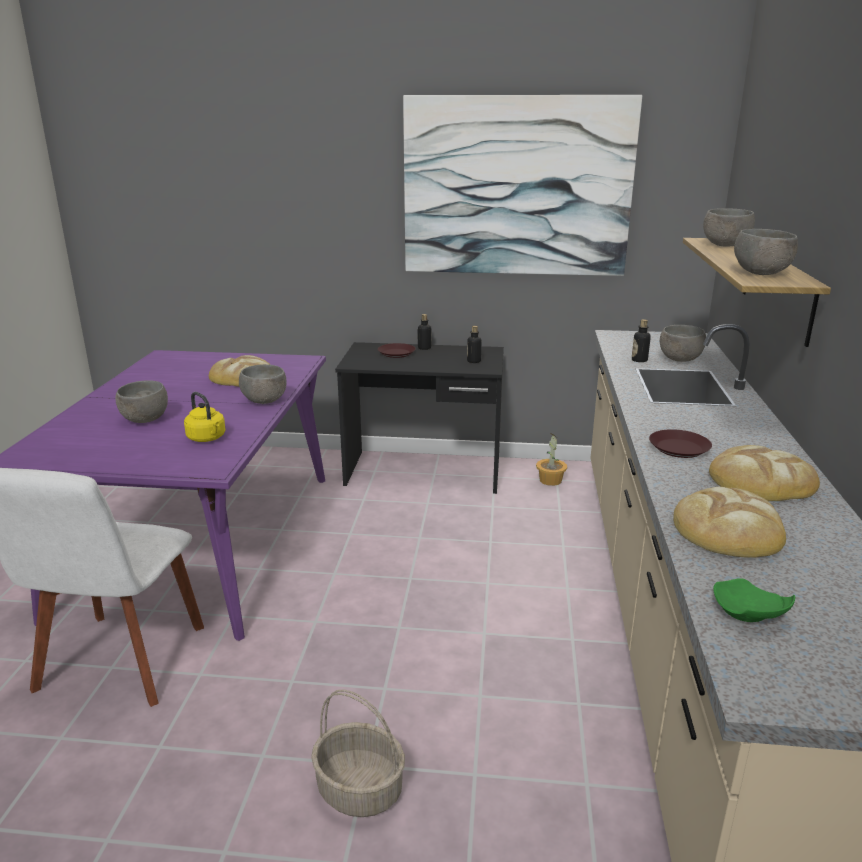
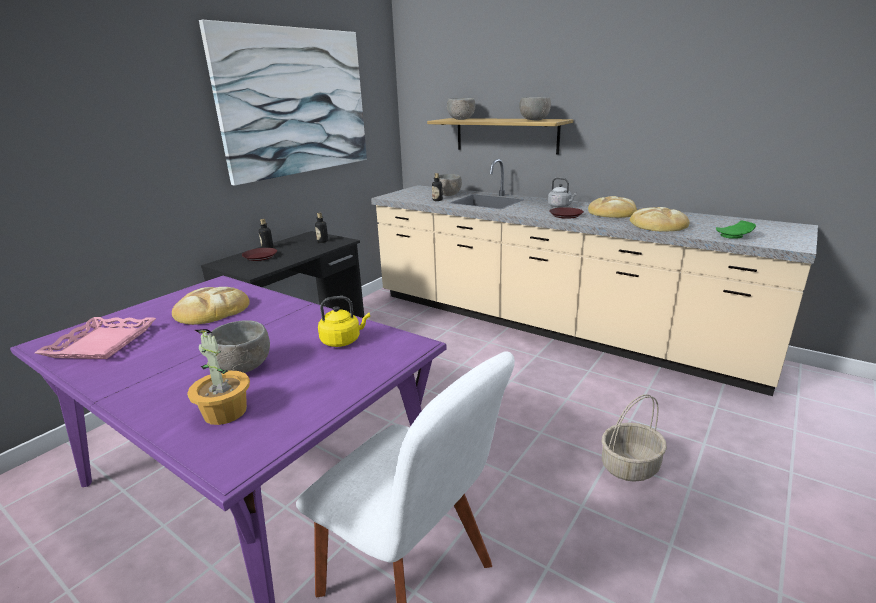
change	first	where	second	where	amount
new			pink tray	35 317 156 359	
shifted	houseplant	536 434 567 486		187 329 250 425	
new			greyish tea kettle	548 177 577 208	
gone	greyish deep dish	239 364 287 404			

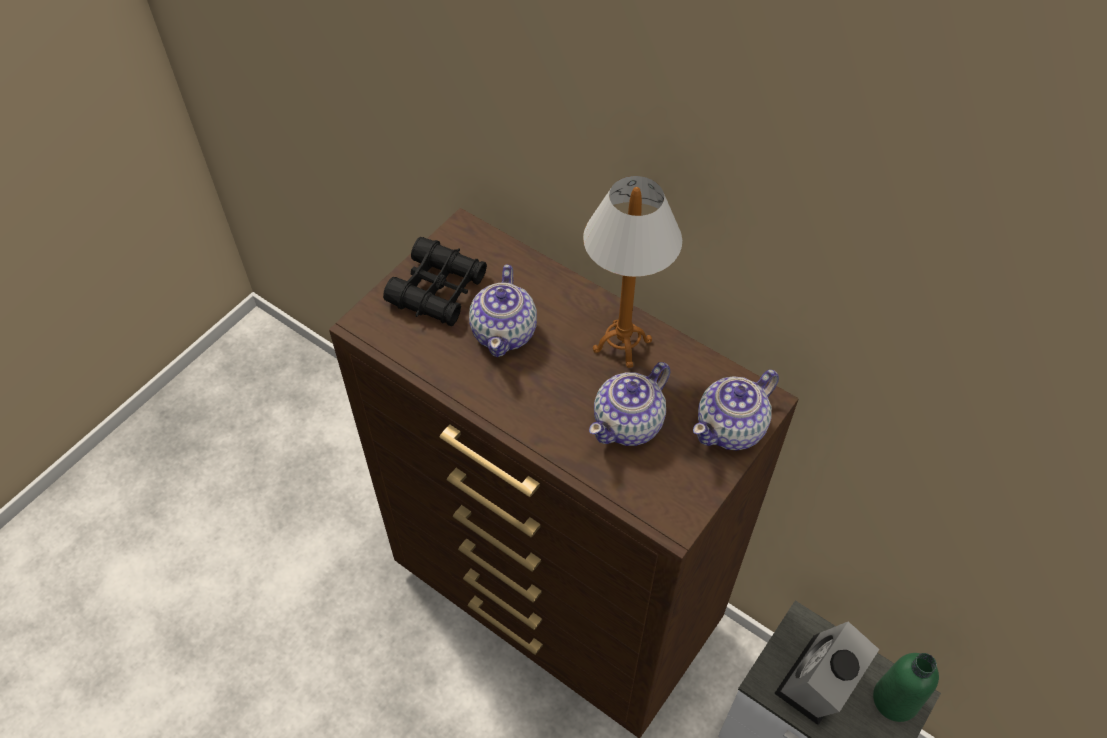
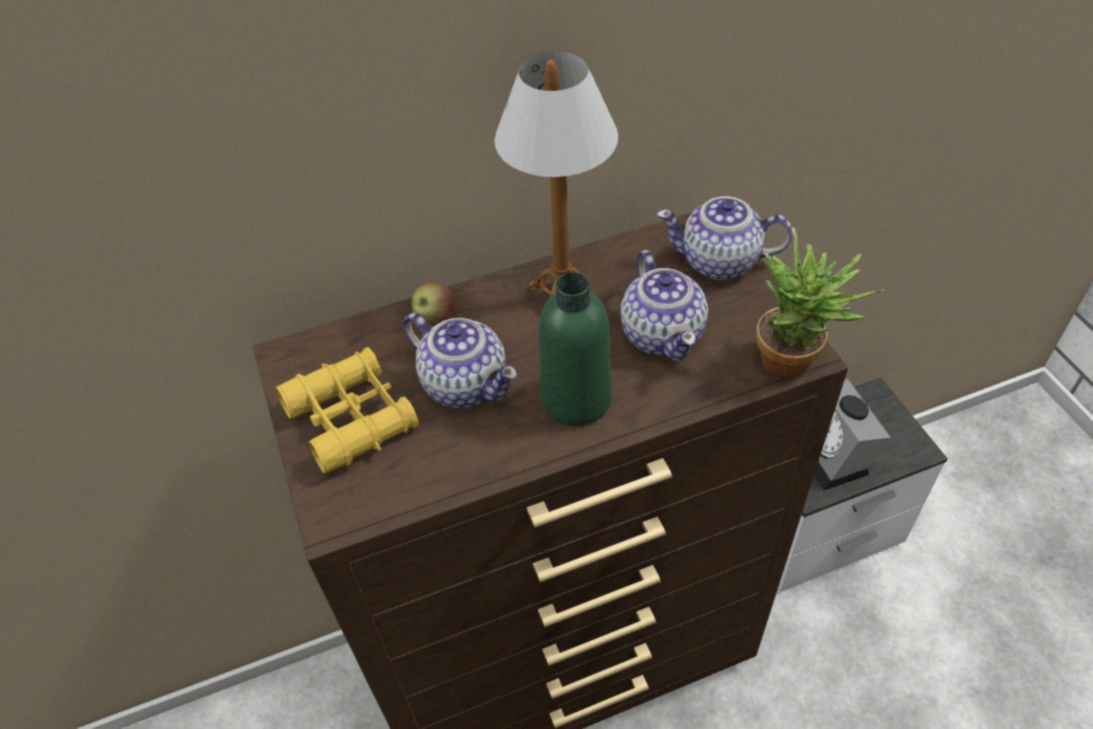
change	first	where	second	where	amount
repainted	black pair of binoculars	383 237 487 326	yellow pair of binoculars	275 347 419 473	
new			apple	412 282 454 324	
shifted	green-coloured bottle	873 653 939 722		539 272 612 426	
rotated	teapot	693 369 779 450		657 196 793 280	105 degrees clockwise
new			houseplant	756 227 884 378	

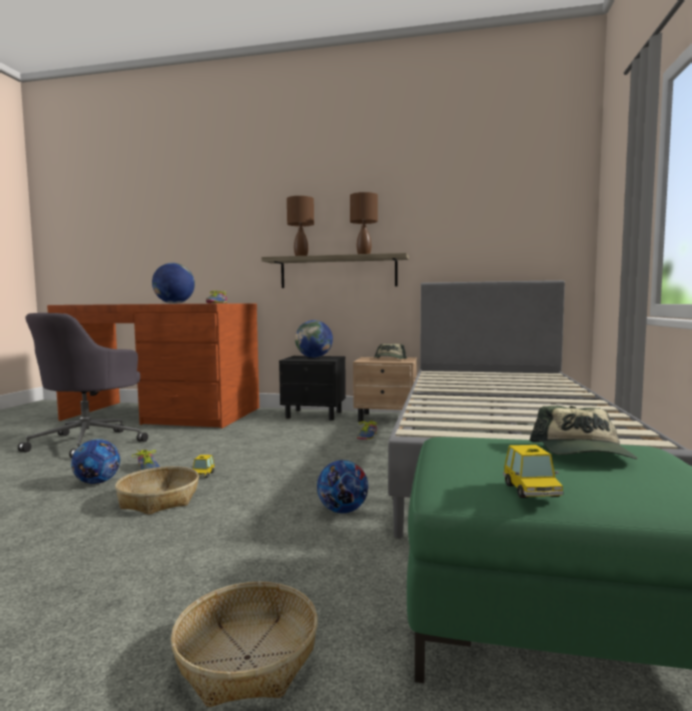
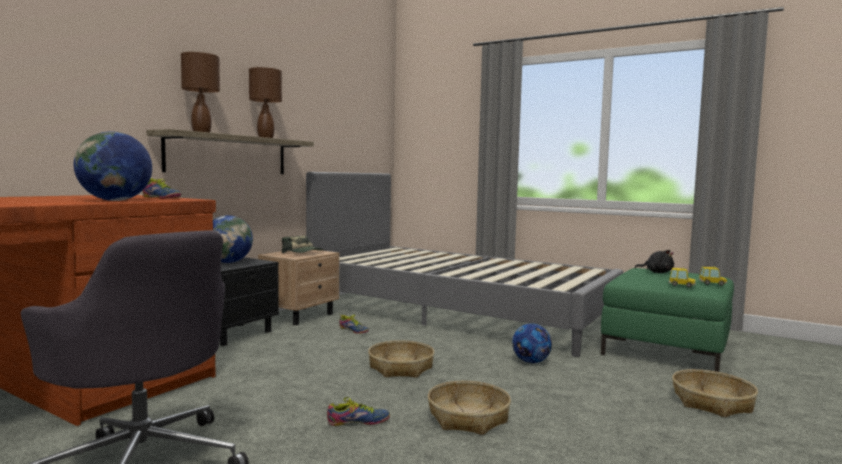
change	first	where	second	where	amount
new			household basket	368 340 434 378	
swapped	baseball cap	530 406 638 459	black plush toy	635 250 674 273	
shifted	toy car	191 455 215 478		669 268 696 288	
gone	football	71 439 120 484			

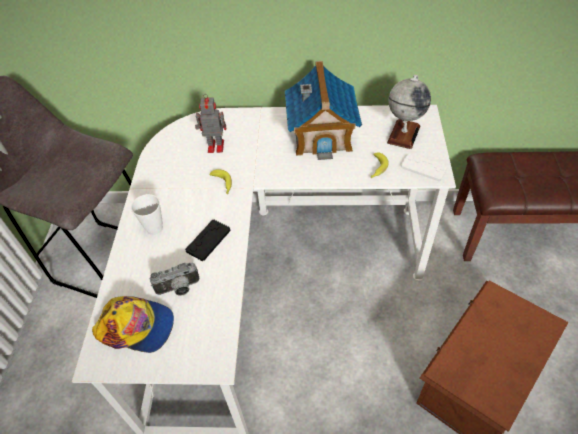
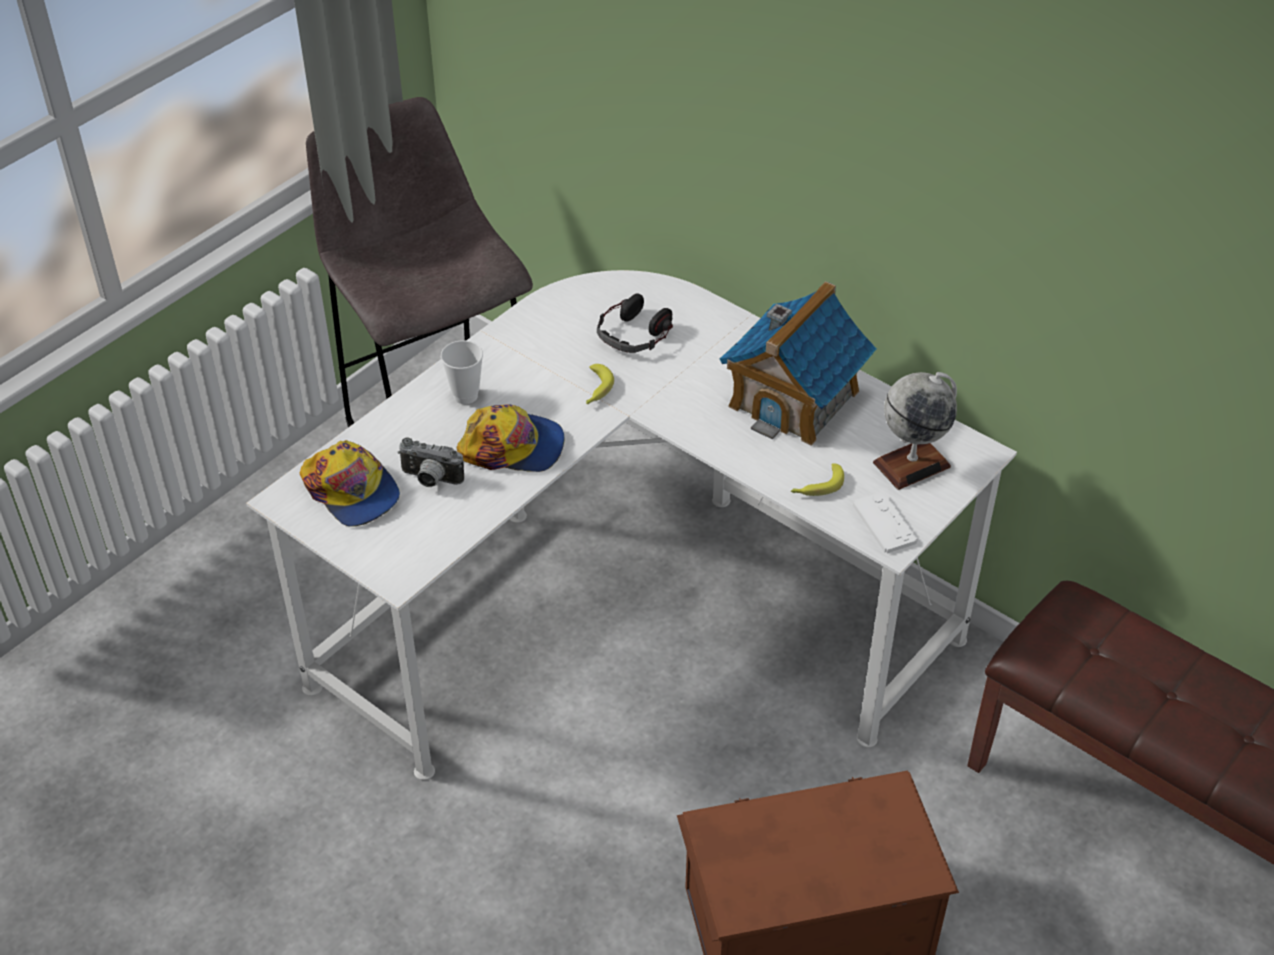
change	first	where	second	where	amount
swapped	black gamepad	185 220 230 261	baseball cap	457 404 564 472	
swapped	model robot	195 94 227 153	headphones	597 293 673 353	

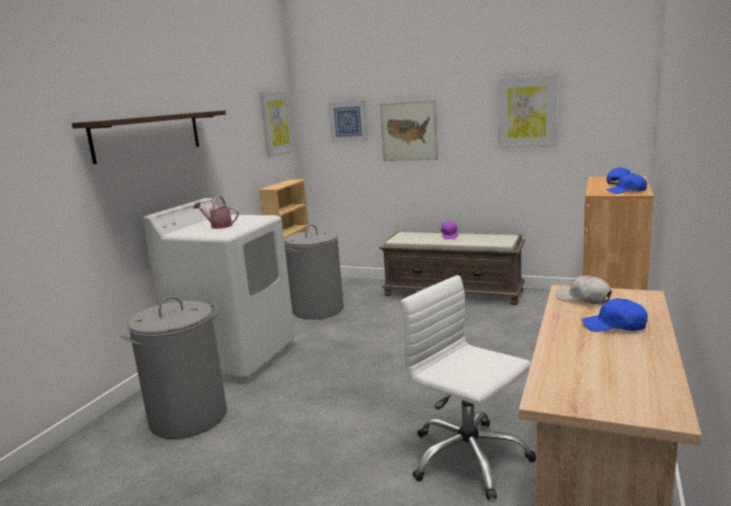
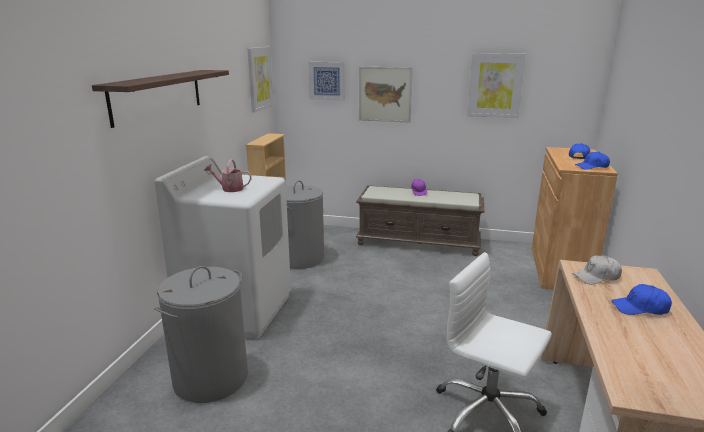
change	first	where	second	where	amount
rotated	white-coloured baseball cap	556 275 612 304		572 255 622 284	45 degrees counterclockwise

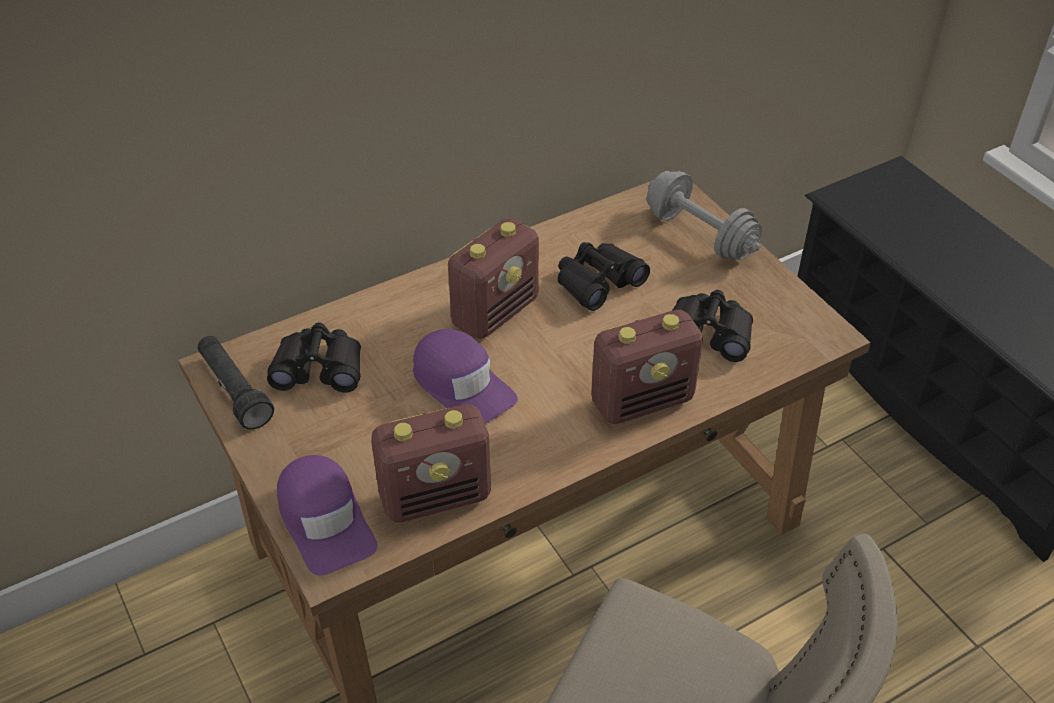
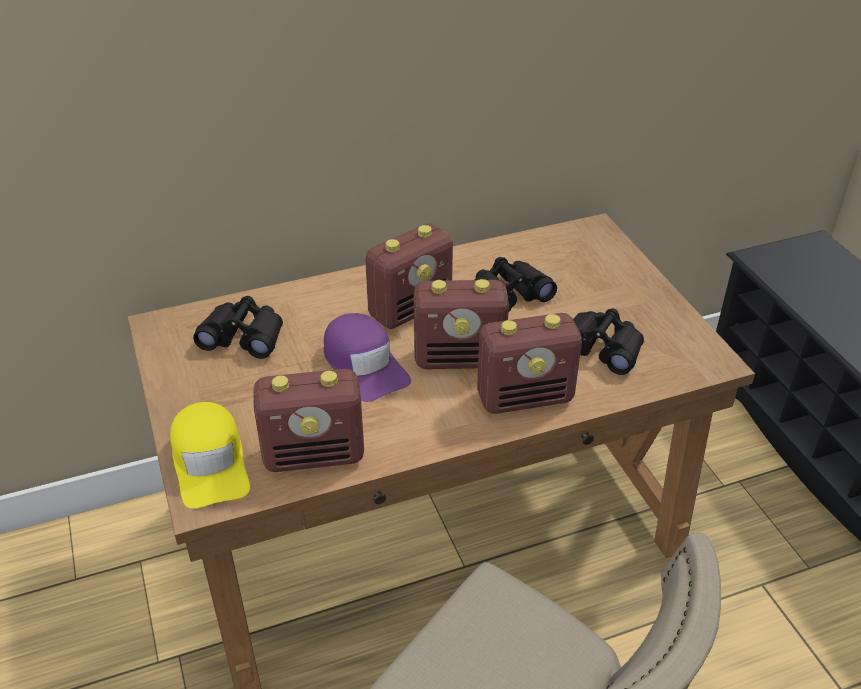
change	first	where	second	where	amount
repainted	purple baseball cap	277 455 377 576	yellow baseball cap	170 402 250 508	
new			radio	414 279 509 369	
gone	black torch	197 336 274 430			
gone	greyish free weight	647 171 762 260			

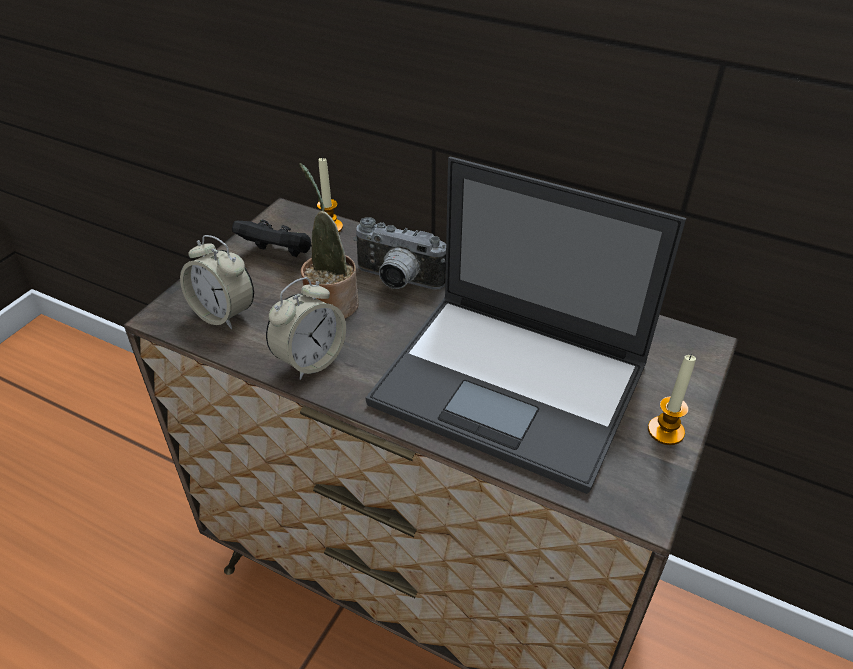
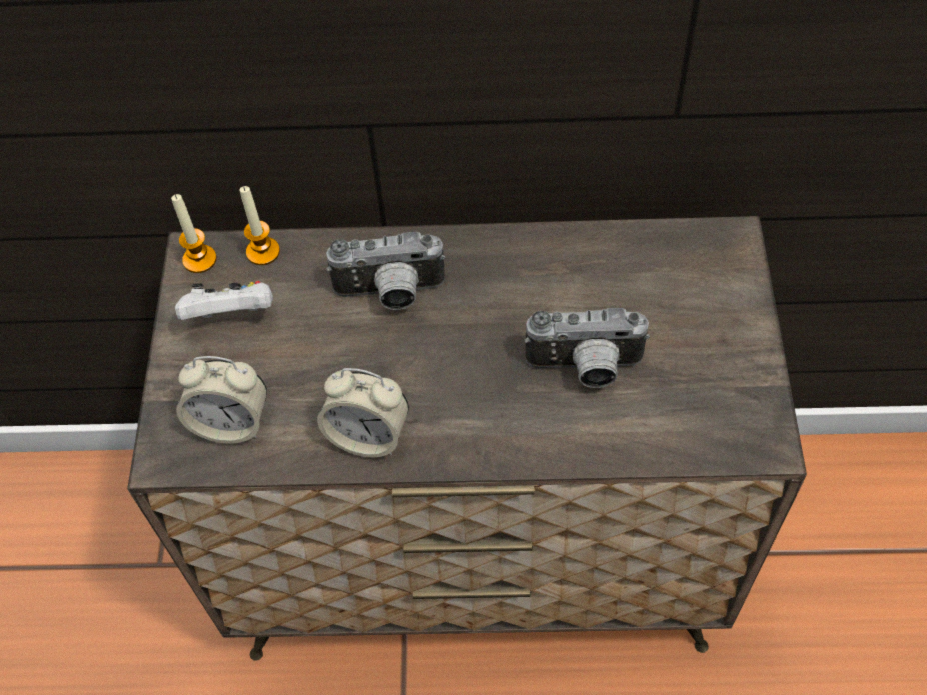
change	first	where	second	where	amount
shifted	wax light	648 354 696 445		171 194 217 273	
repainted	black gamepad	232 219 312 257	white-coloured gamepad	175 281 273 320	
rotated	table clock	266 277 346 380		317 368 409 457	90 degrees clockwise
swapped	notebook computer	366 157 686 494	photo camera	524 308 650 388	
gone	houseplant	299 163 359 318			

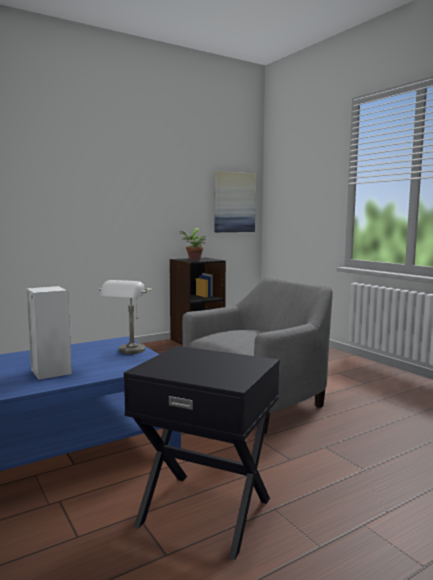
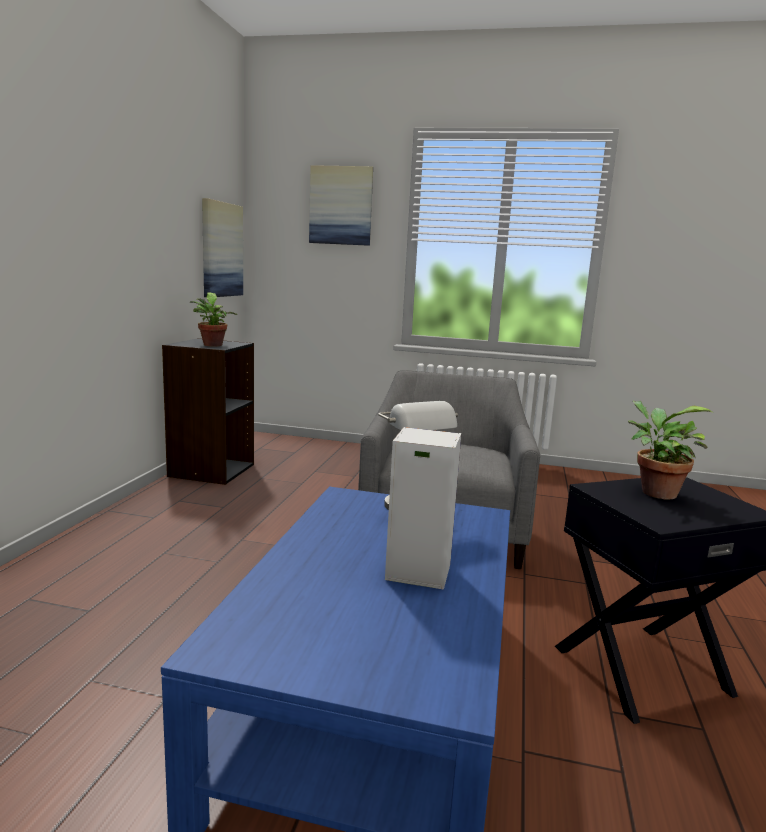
change	first	where	second	where	amount
new			wall picture	309 165 373 246	
new			houseplant	628 401 713 499	

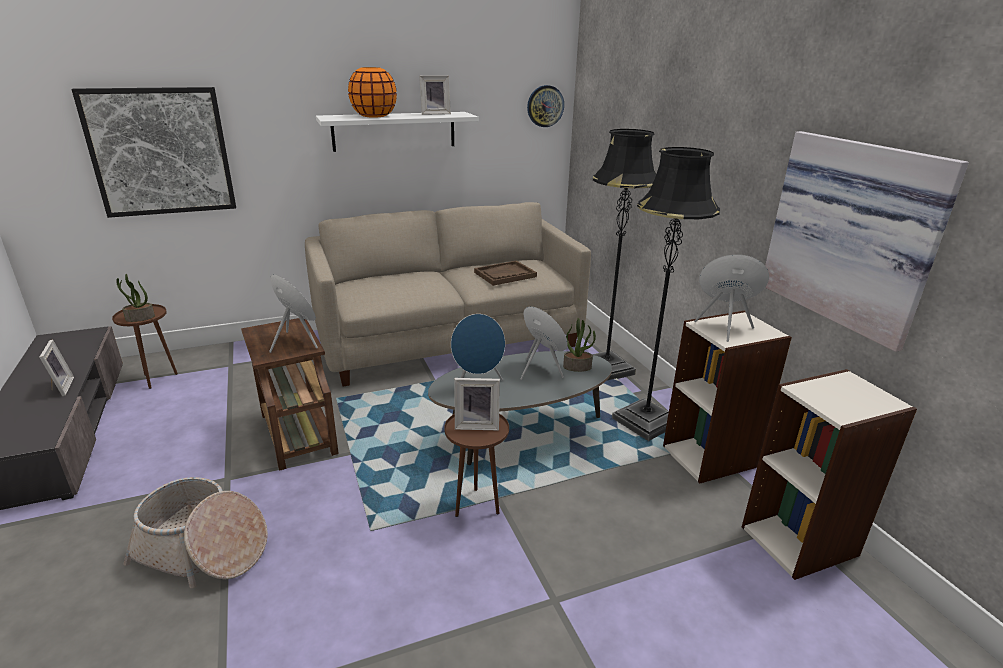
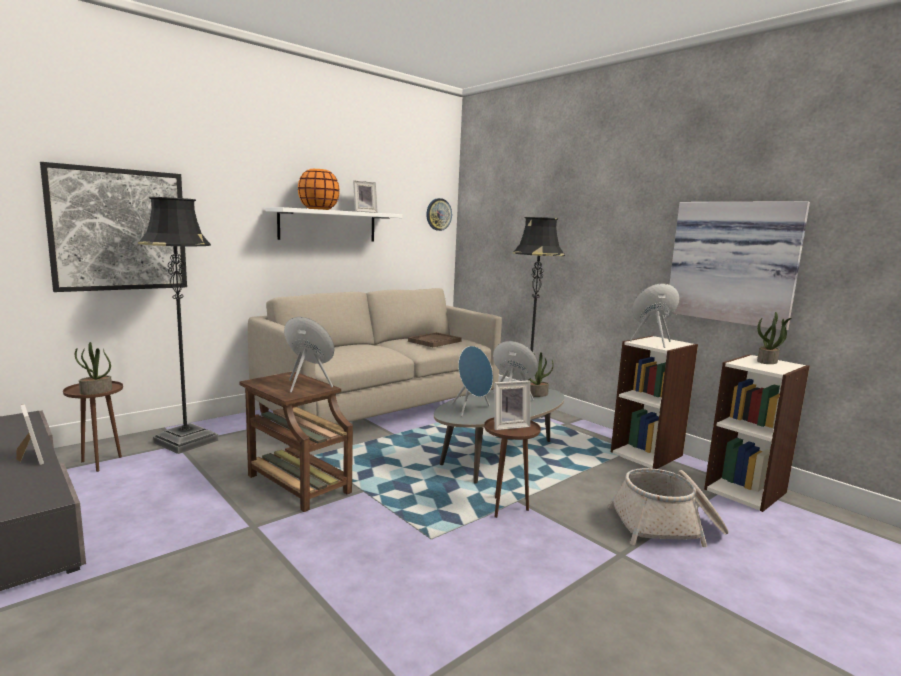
change	first	where	second	where	amount
shifted	black standard lamp	612 147 720 441		138 197 218 454	
shifted	household basket	123 477 268 588		608 468 729 547	
new			houseplant	757 312 791 364	

